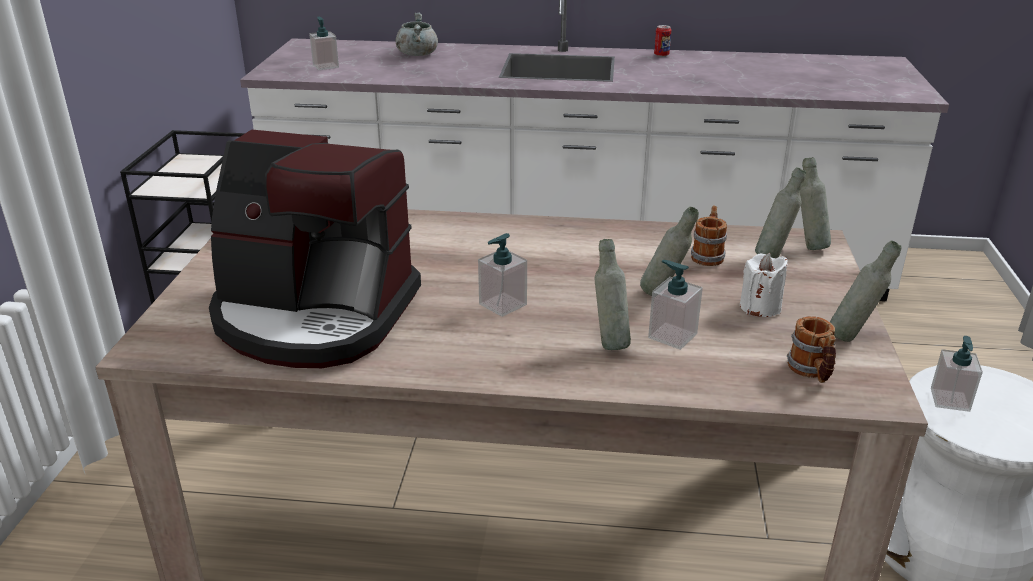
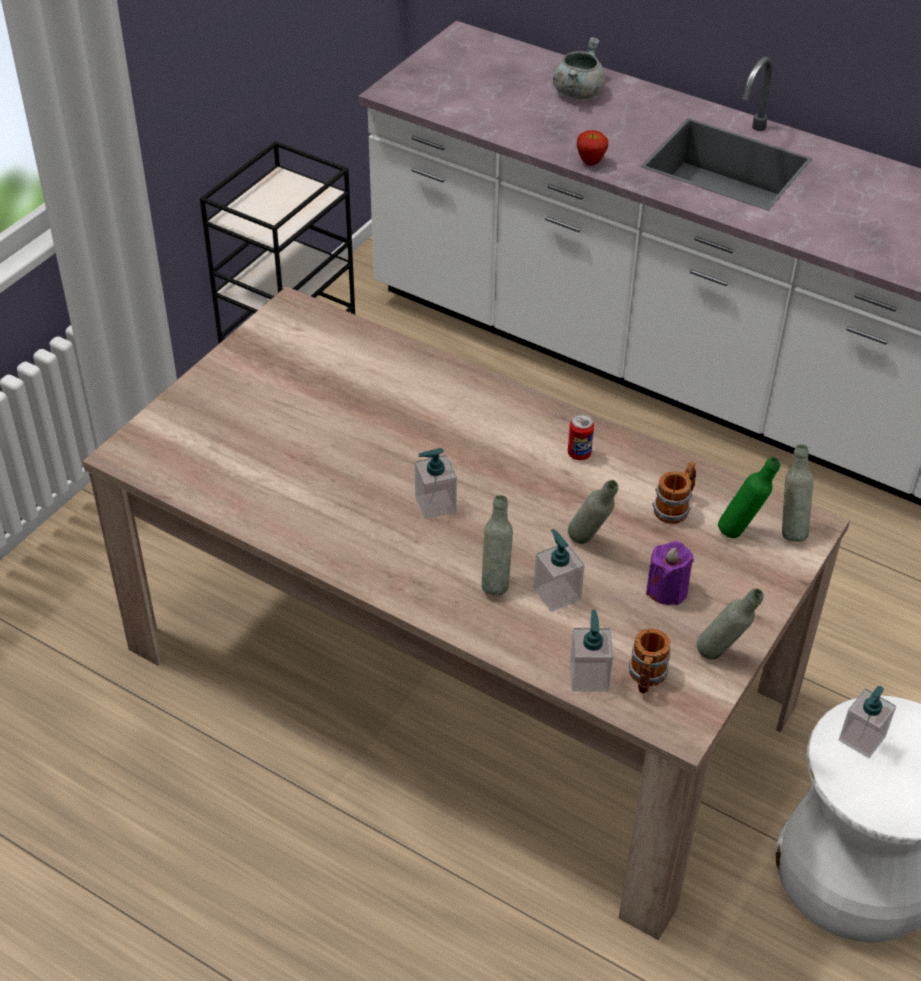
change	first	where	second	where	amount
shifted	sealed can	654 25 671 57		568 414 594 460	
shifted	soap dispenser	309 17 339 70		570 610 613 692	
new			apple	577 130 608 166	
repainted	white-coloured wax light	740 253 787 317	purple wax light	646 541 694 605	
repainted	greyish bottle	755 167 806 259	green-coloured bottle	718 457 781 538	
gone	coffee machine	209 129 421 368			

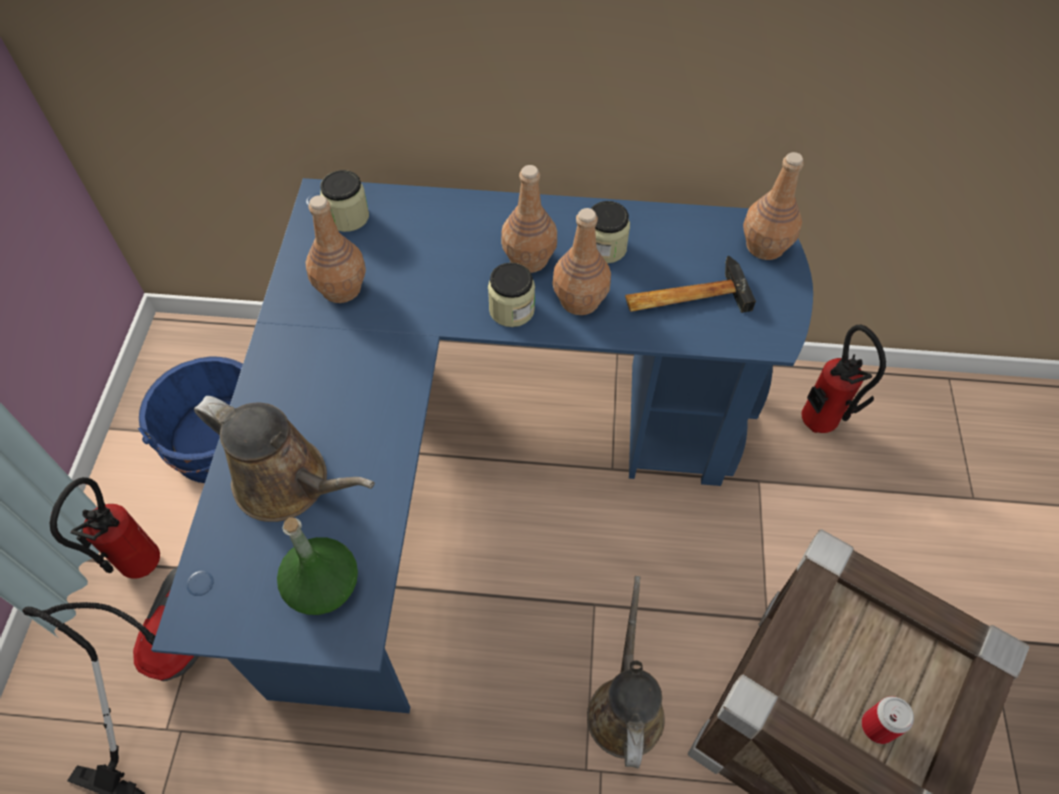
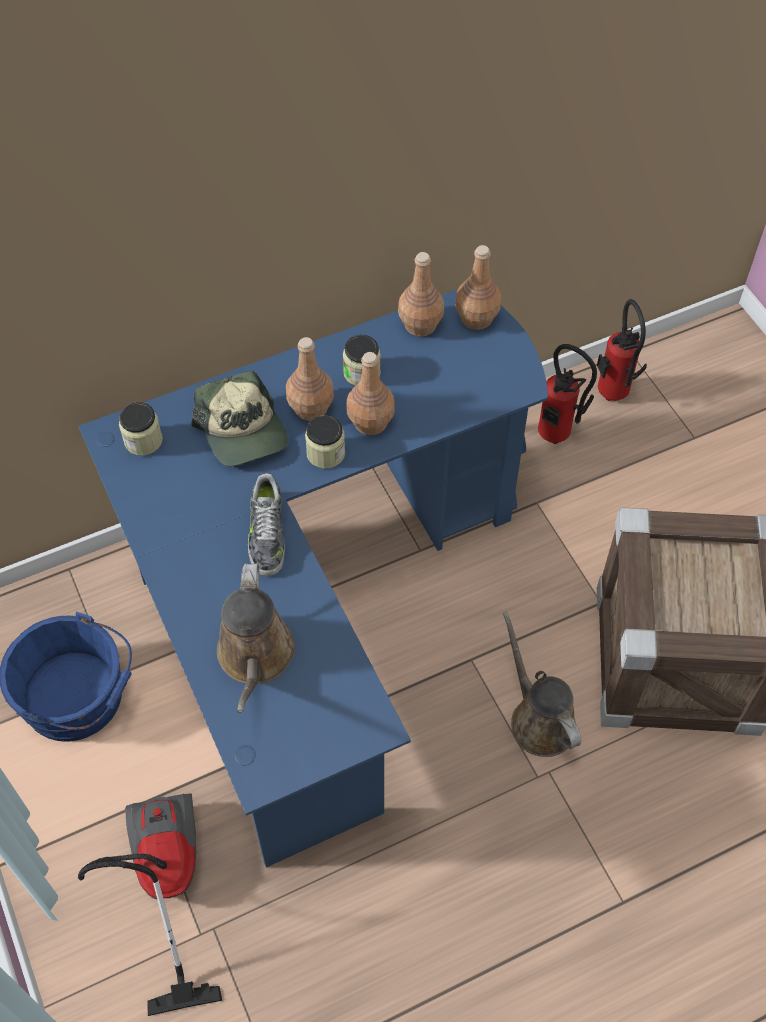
change	first	where	second	where	amount
new			baseball cap	191 371 288 466	
rotated	brown watering pot	194 396 375 522		217 563 295 713	90 degrees clockwise
new			shoe	248 473 285 576	
shifted	brown bottle	305 195 366 303		398 252 444 337	
shifted	fire extinguisher	50 477 160 579		597 299 647 401	
gone	green-coloured bottle	277 517 358 615			
gone	hand hammer	625 256 756 313			
gone	sealed can	862 696 914 744			

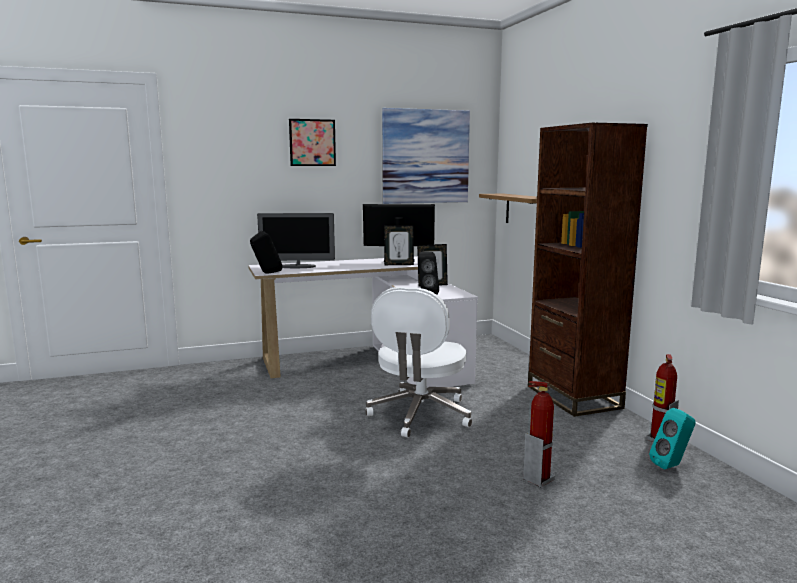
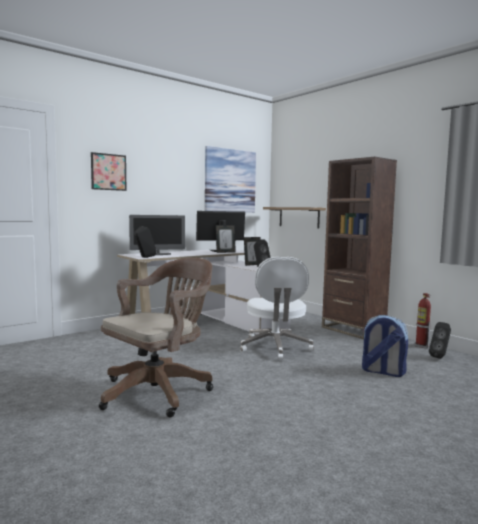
change	first	where	second	where	amount
shifted	wall picture	289 119 336 166		91 152 126 191	
new			brown computer chair	99 258 213 417	
swapped	fire extinguisher	523 381 555 487	rucksack	362 315 408 377	
repainted	blue-green audio speaker	649 408 696 469	black audio speaker	429 322 451 359	

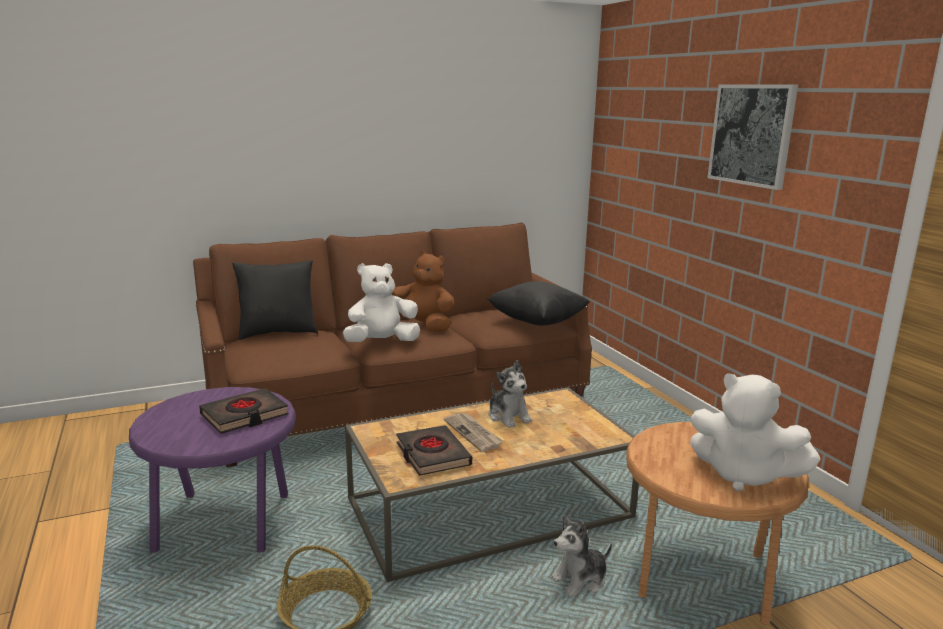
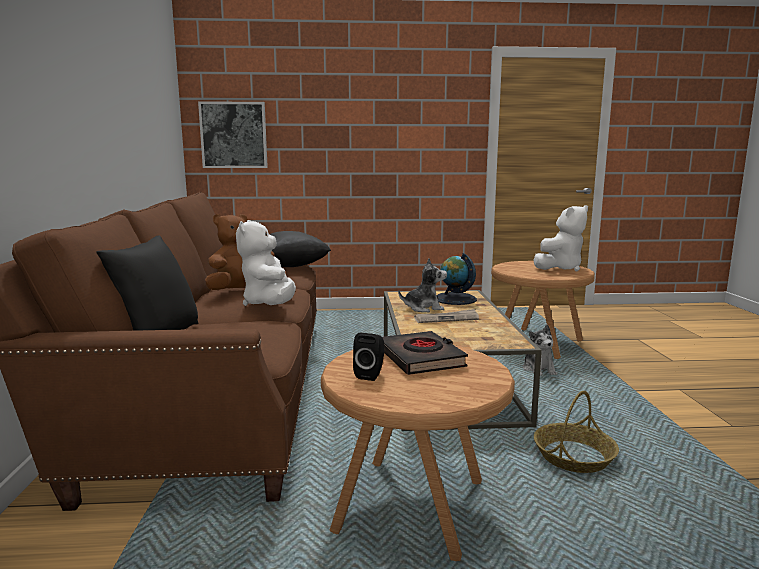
change	first	where	second	where	amount
shifted	wall picture	708 84 798 190		198 101 268 168	
repainted	purple accent table	129 387 296 552	brown accent table	321 346 515 561	
new			black audio speaker	353 333 384 381	
new			globe	437 253 477 305	
gone	black bound book	396 425 472 476			

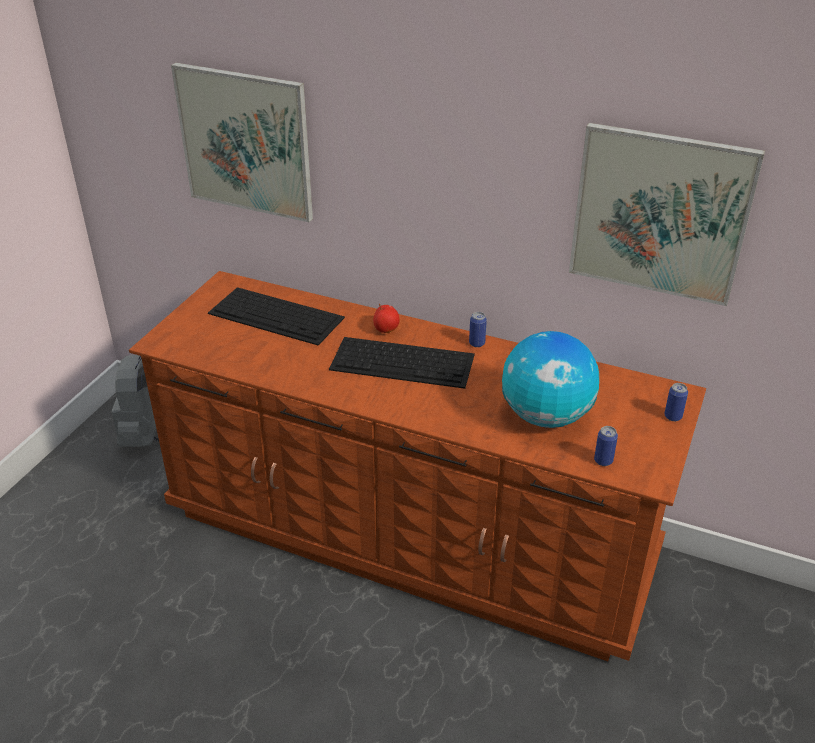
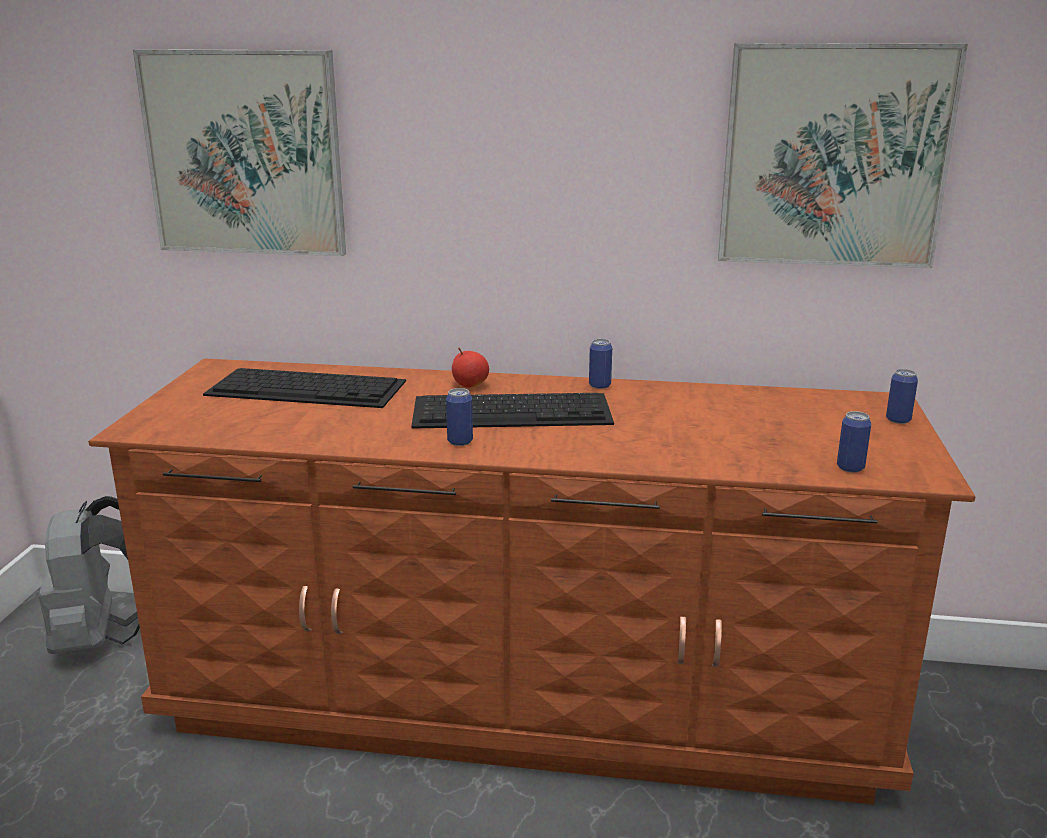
change	first	where	second	where	amount
new			sealed can	446 388 473 446	
gone	globe	502 331 599 428			

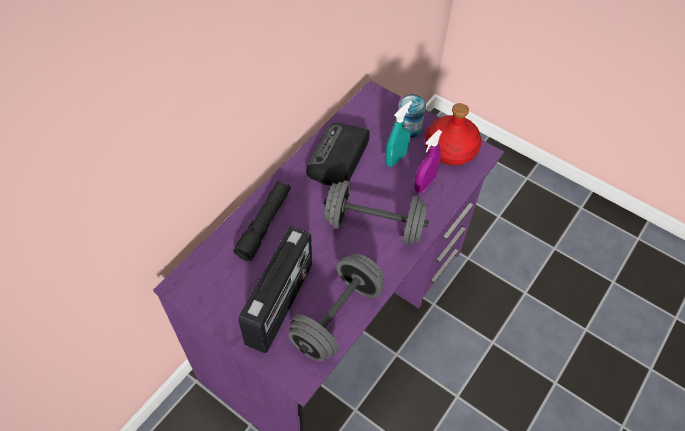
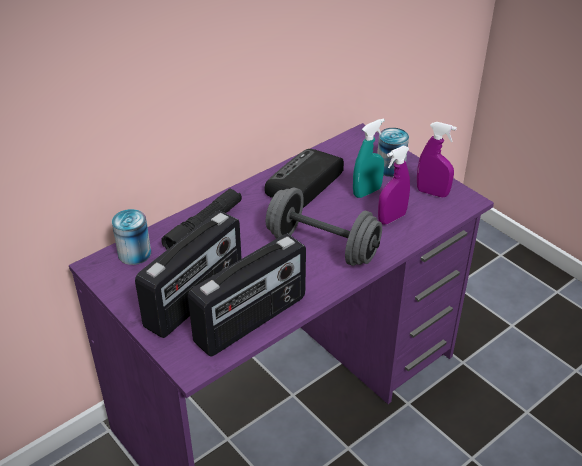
change	first	where	second	where	amount
new			sealed can	112 209 151 265	
swapped	greyish free weight	288 253 384 362	radio	188 234 306 356	
swapped	red-coloured bottle	425 103 481 165	purple spray bottle	417 122 457 197	

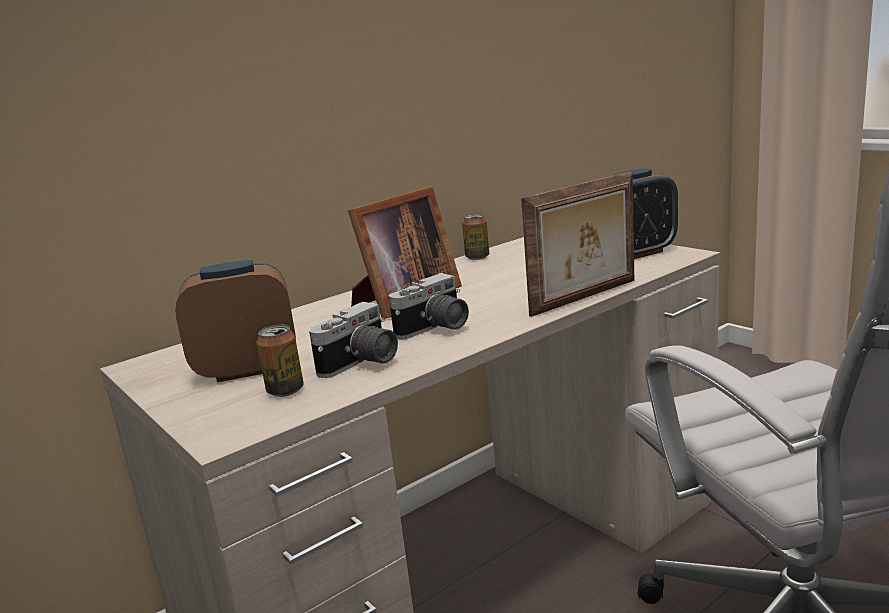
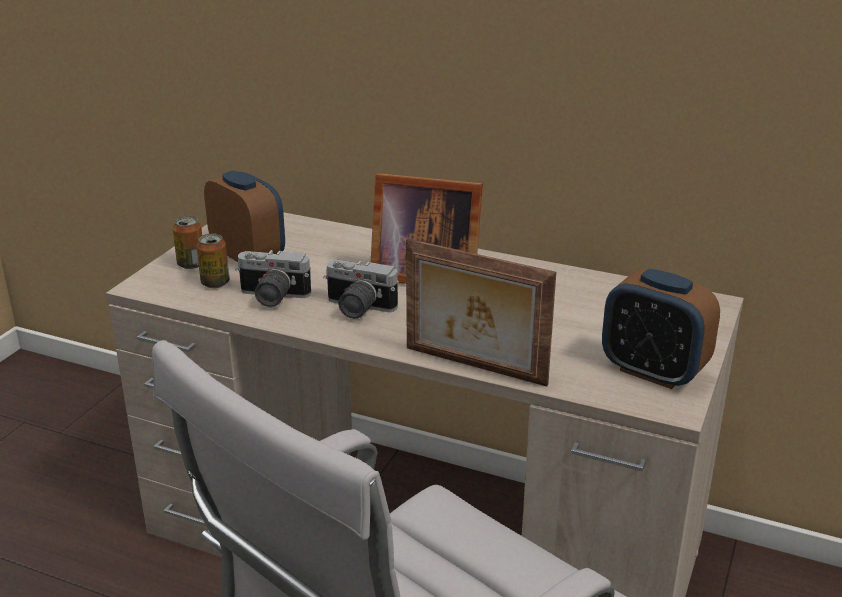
change	first	where	second	where	amount
shifted	sealed can	462 214 489 260		173 216 202 269	

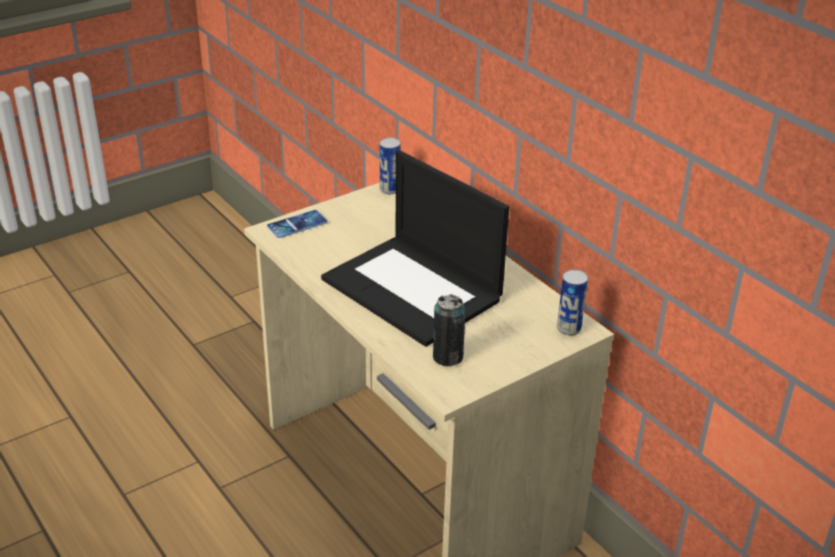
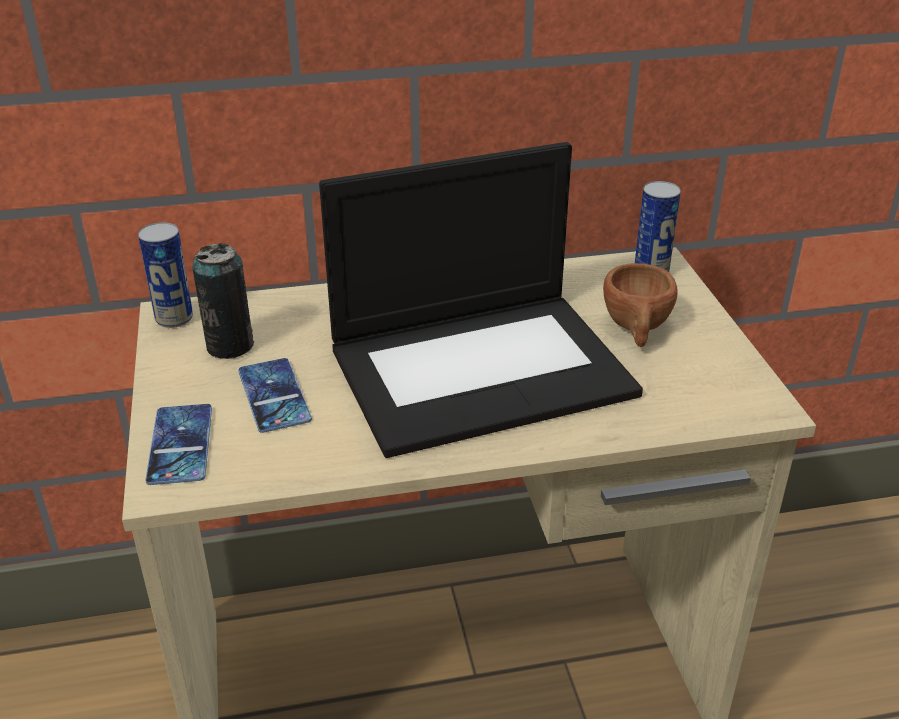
change	first	where	second	where	amount
shifted	sealed can	433 295 466 366		192 243 254 359	
new			telephone	238 358 312 433	
new			brown small cup	603 263 678 347	

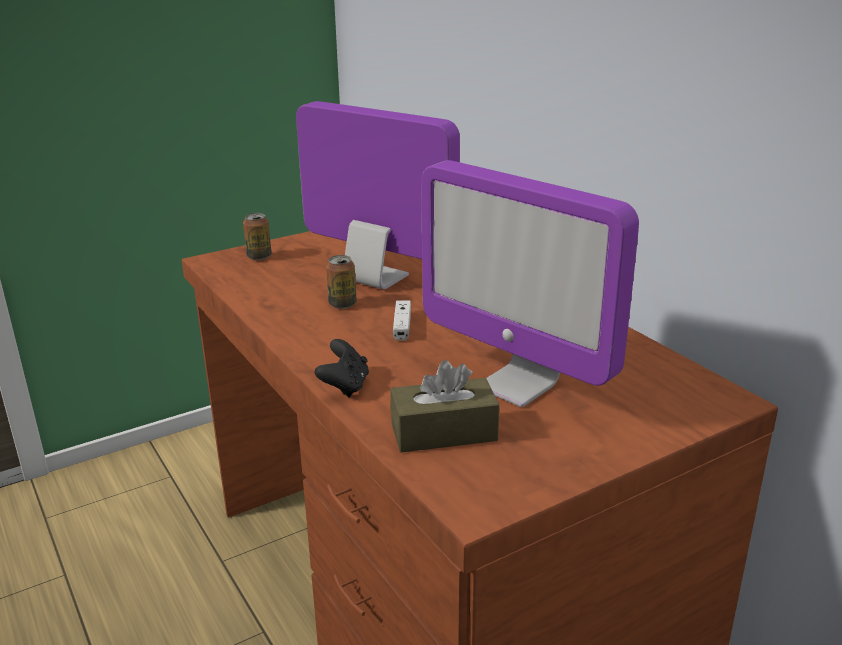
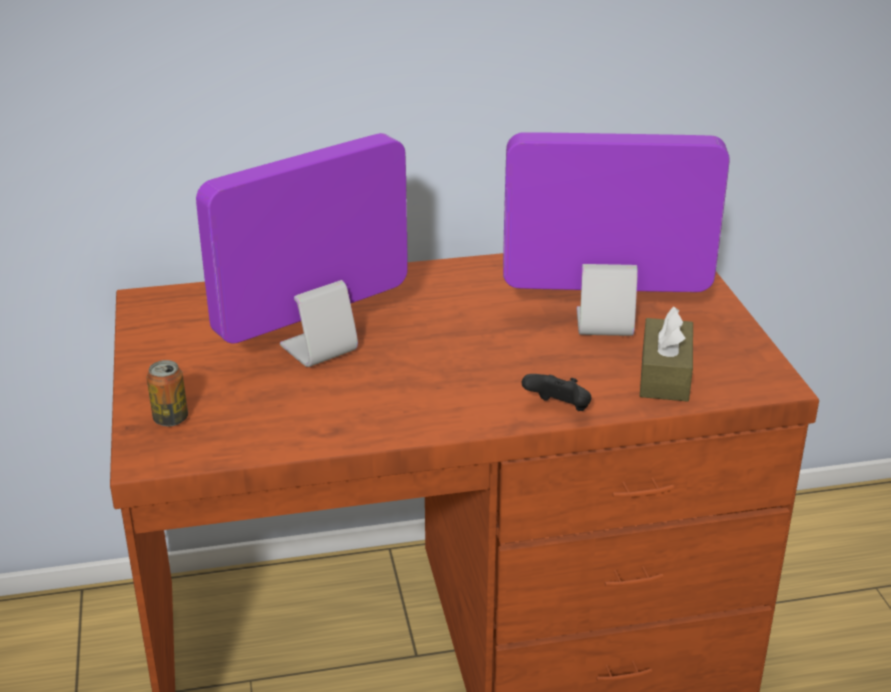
change	first	where	second	where	amount
rotated	computer display	421 160 639 407		503 132 730 336	150 degrees counterclockwise
gone	sealed can	326 255 357 309			
gone	white-coloured gamepad	393 300 411 341			

